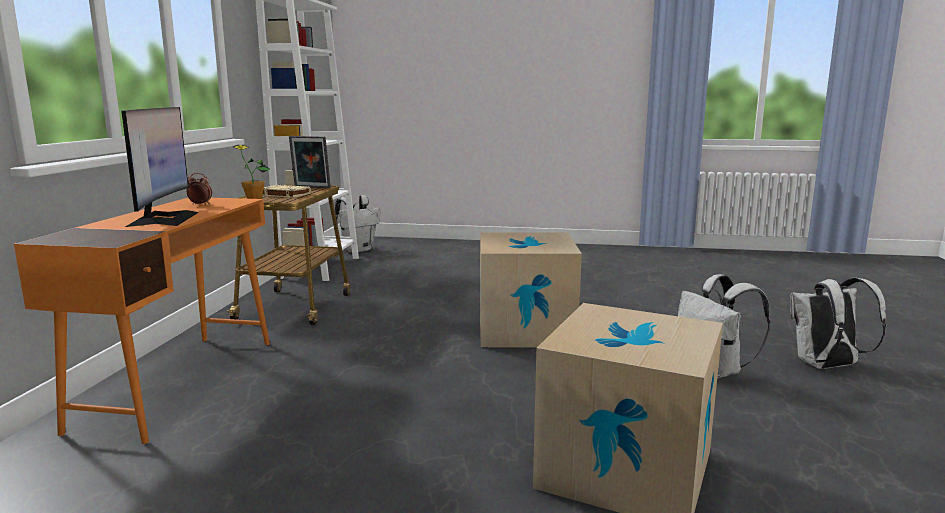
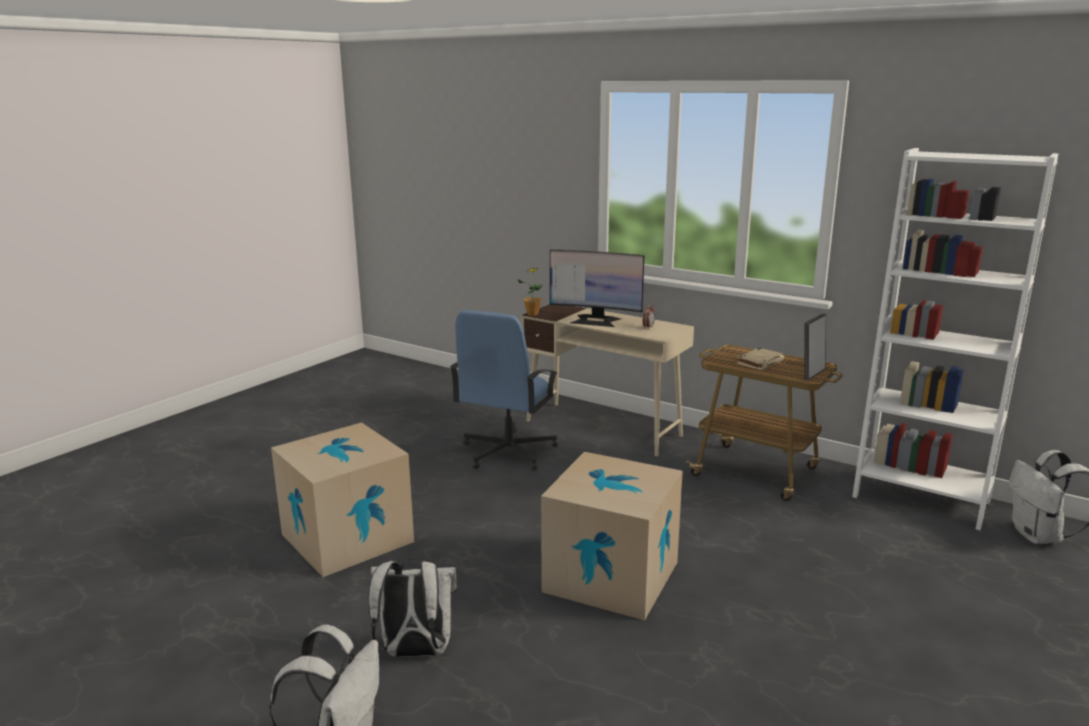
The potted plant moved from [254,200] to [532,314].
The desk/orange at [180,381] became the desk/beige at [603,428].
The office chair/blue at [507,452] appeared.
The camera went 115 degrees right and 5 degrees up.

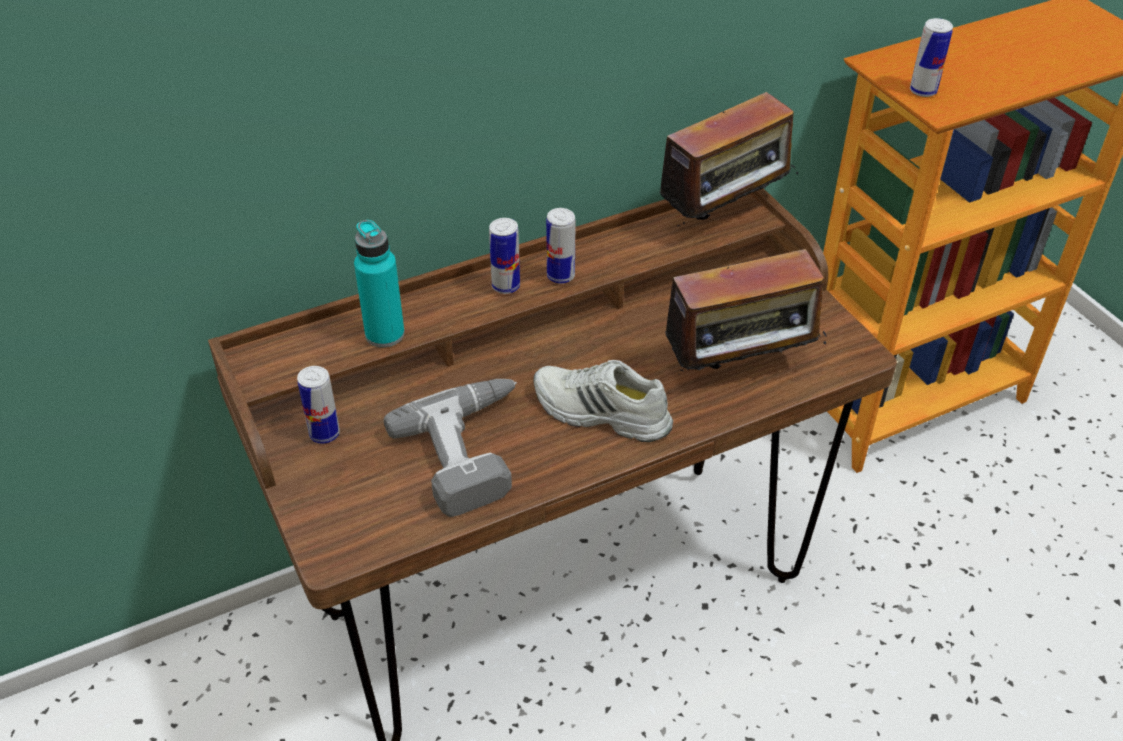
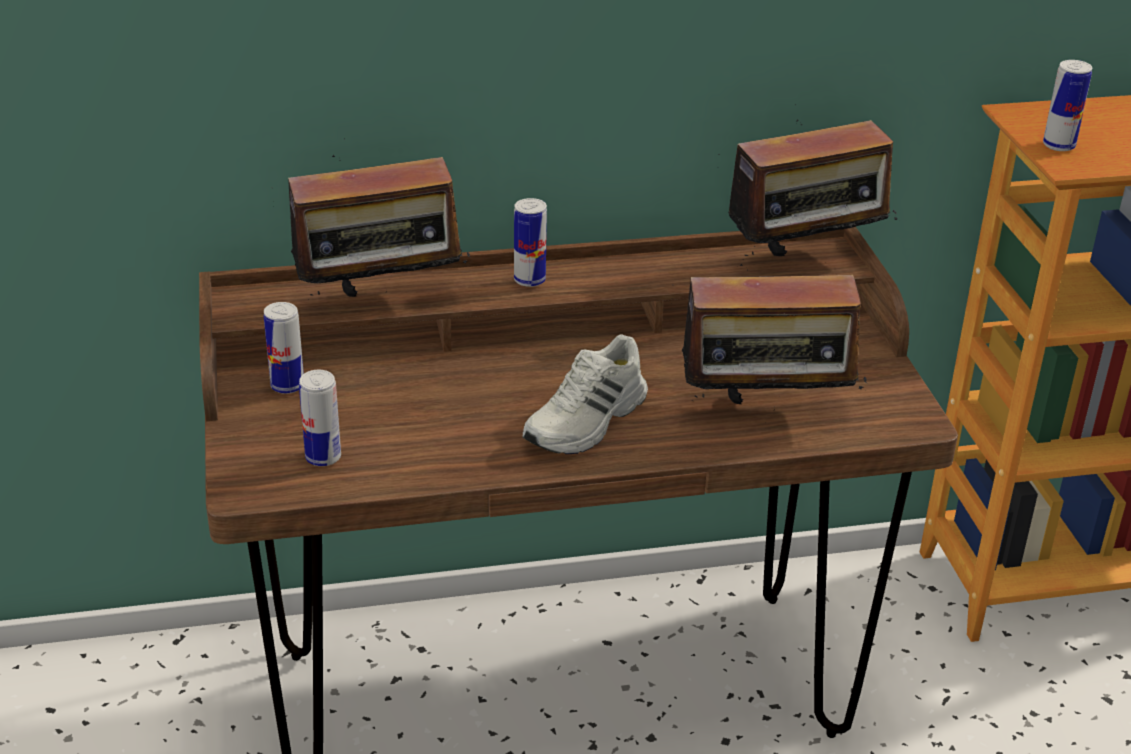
The can moved from [560,276] to [323,457].
The bottle/turquoise at [385,334] was replaced by the radio at [381,300].
The shoe/white at [600,413] turned 90 degrees counterclockwise.
The power drill at [474,452] disappeared.
The camera went 15 degrees right and 10 degrees down.

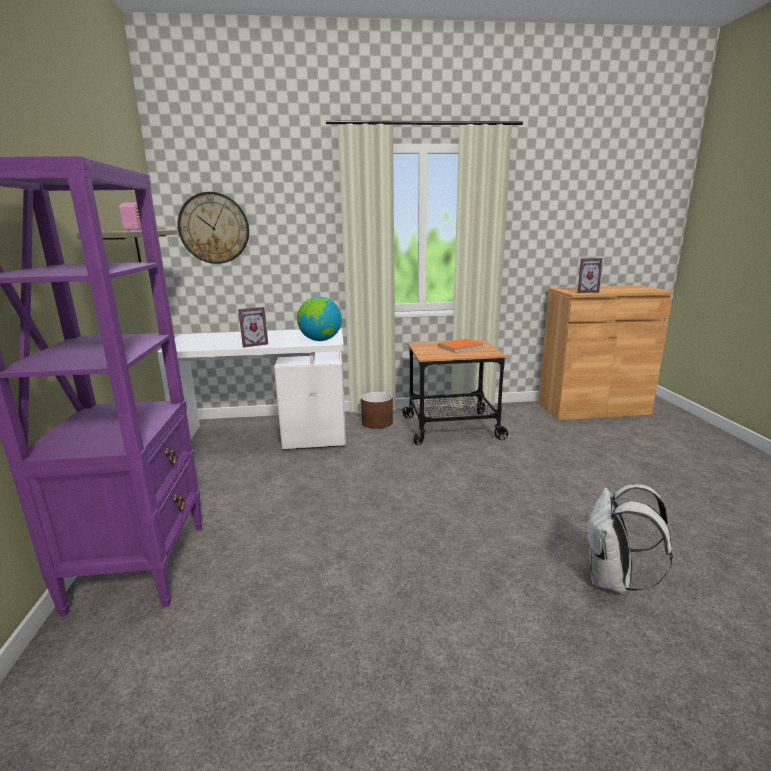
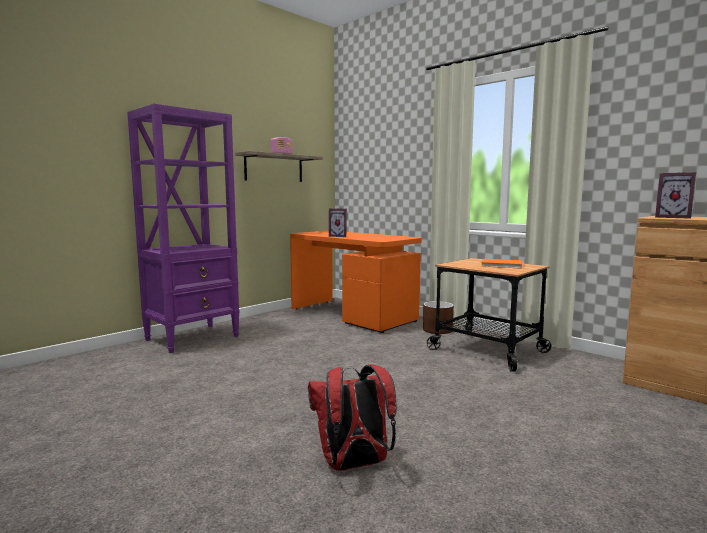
The wall clock at [214,228] disappeared.
The globe at [320,340] disappeared.
The desk/white at [268,437] became the desk/orange at [353,315].
The backpack/white at [612,580] became the backpack/red at [353,465].
The camera went 50 degrees right and 10 degrees down.

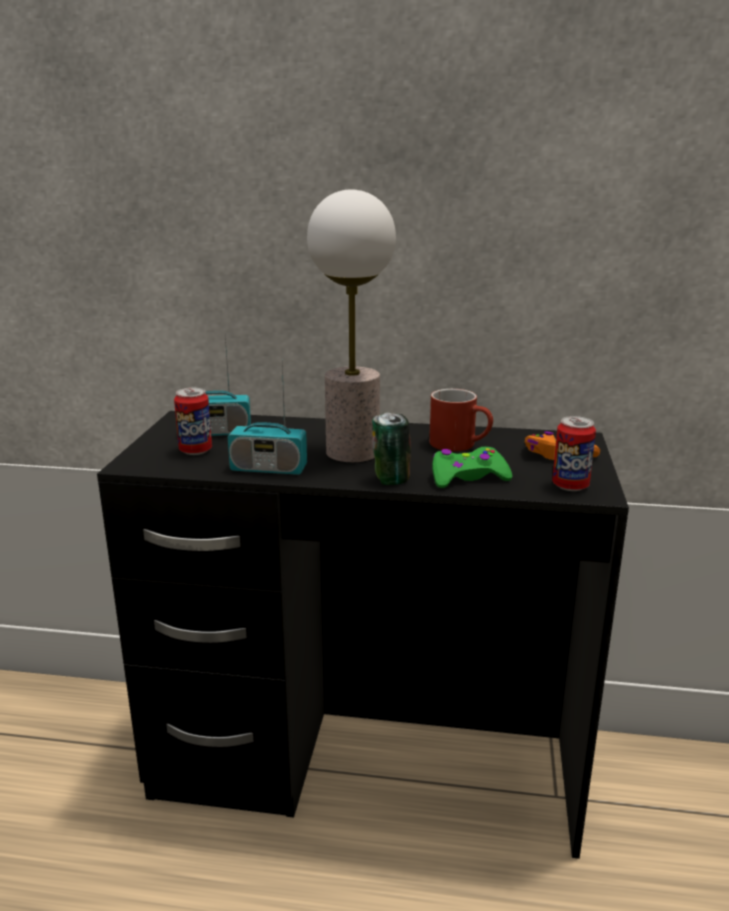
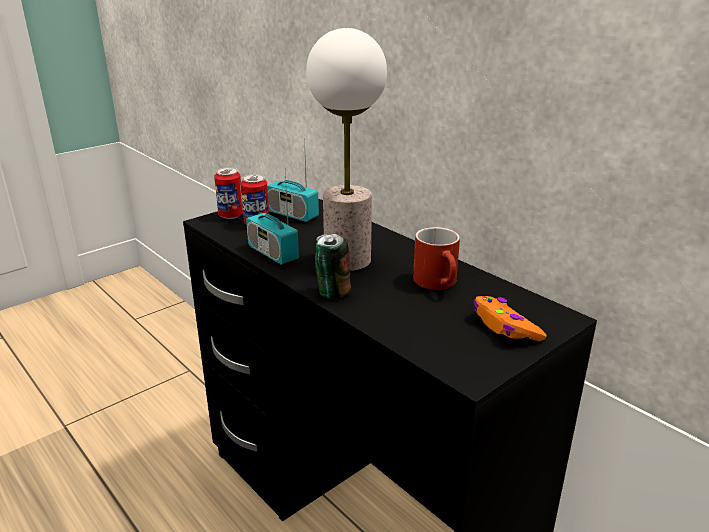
The can moved from [570,486] to [231,215].
The game controller/green at [468,477] disappeared.
The camera went 40 degrees right and 5 degrees up.

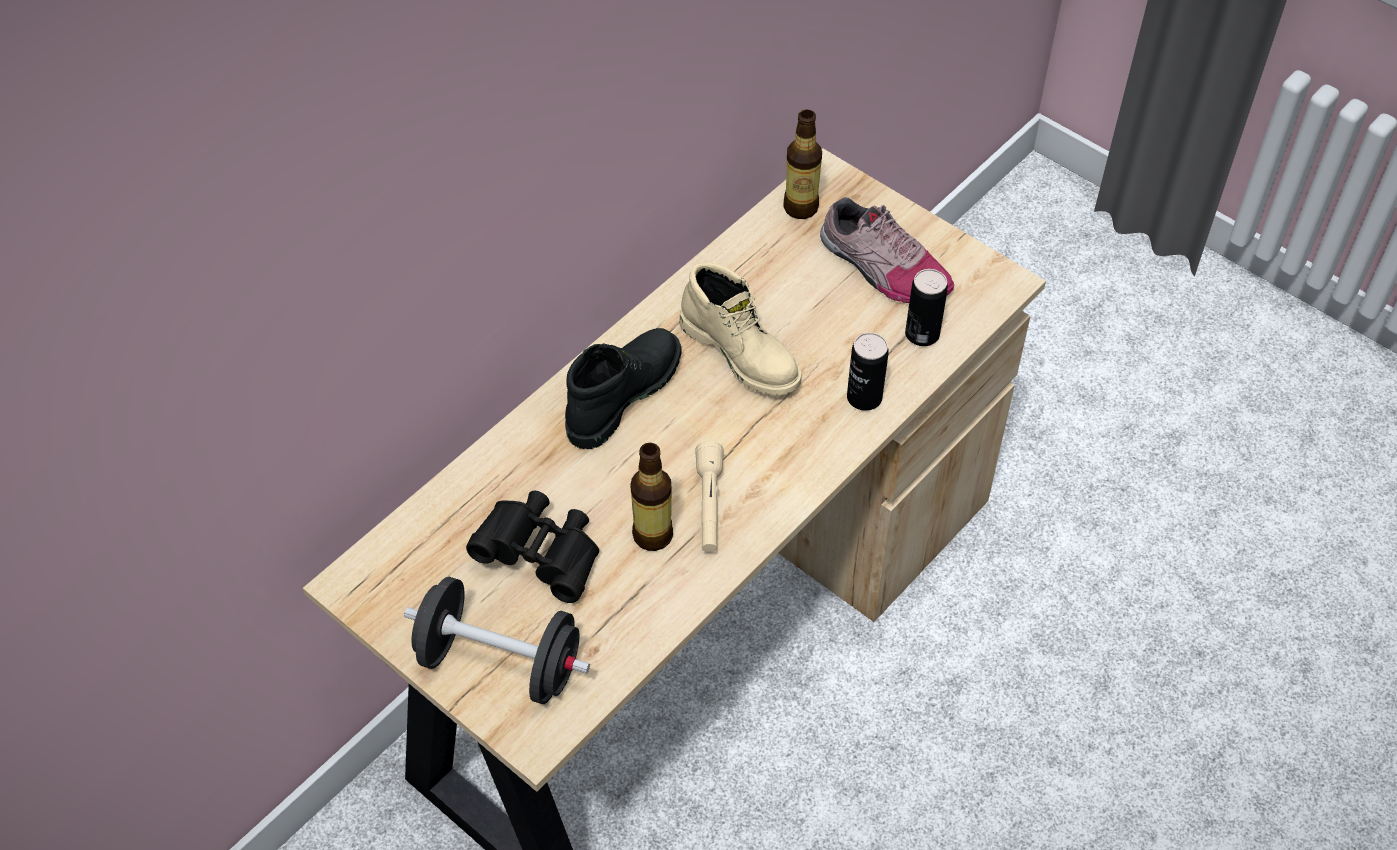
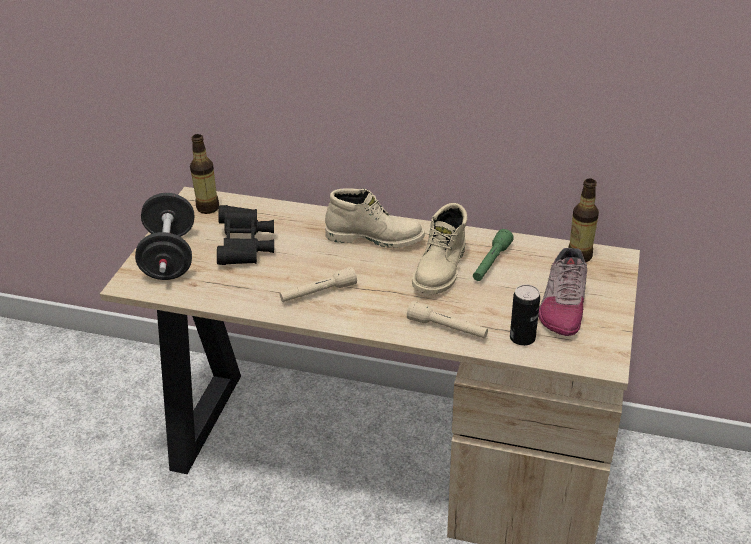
The boot/black at [621,394] became the boot/beige at [375,237].
The can at [864,398] was replaced by the flashlight/beige at [447,328].
The bottle moved from [652,535] to [208,208].
The flashlight/green at [491,263] appeared.
The camera went 65 degrees right and 15 degrees down.

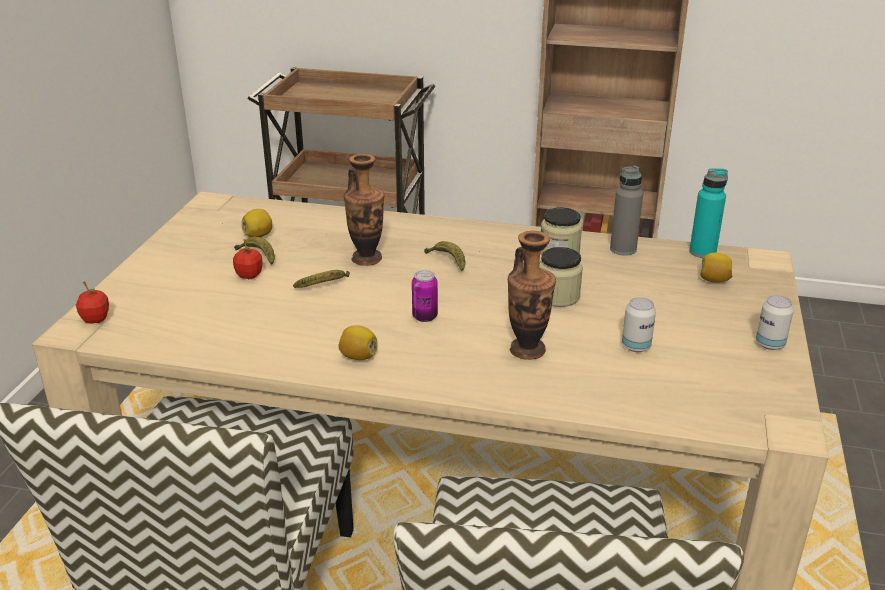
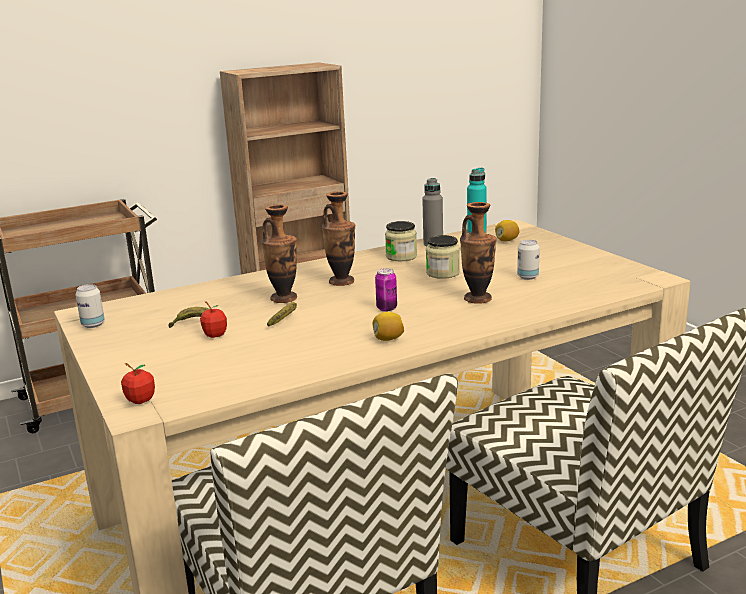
The lemon at [258,235] disappeared.
The banana at [447,261] was replaced by the vase at [341,281].
The can moved from [770,344] to [93,324].
The camera went 40 degrees left and 10 degrees down.

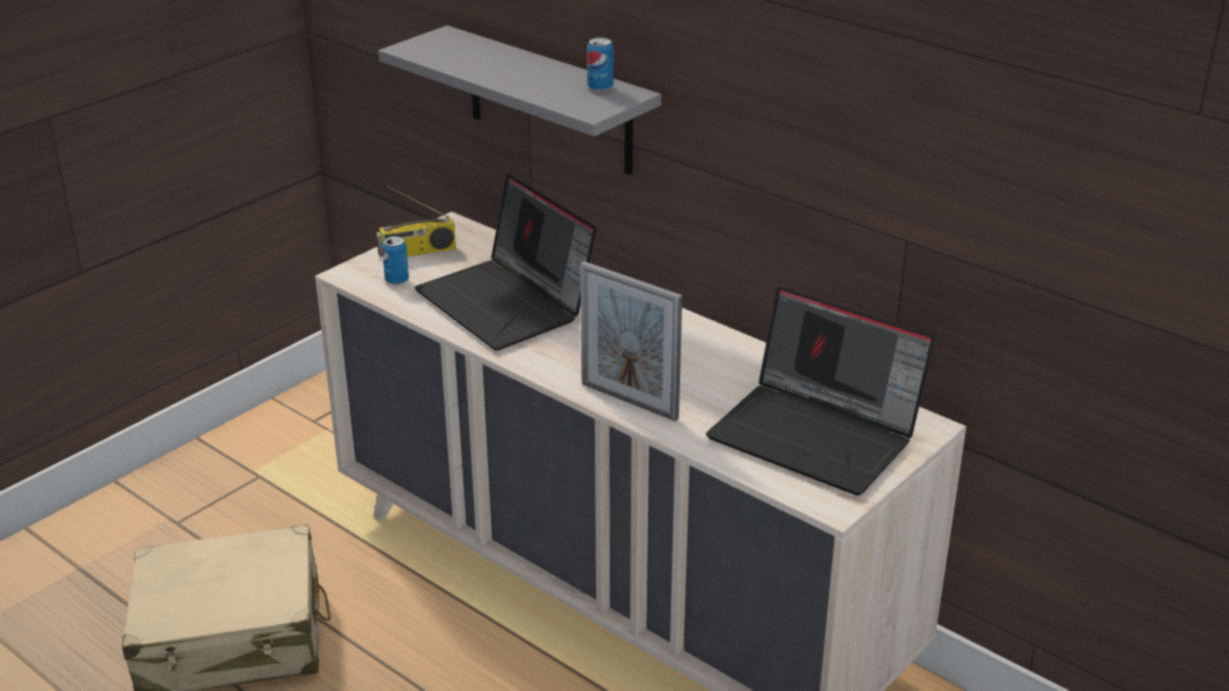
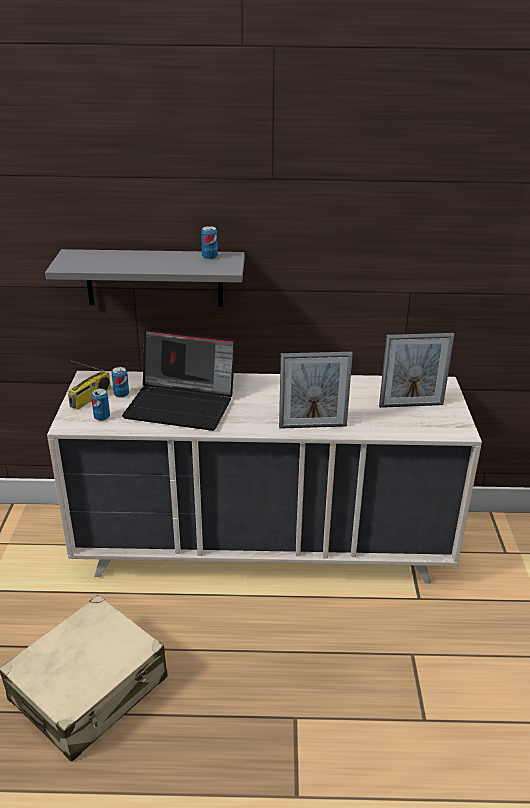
The laptop at [818,435] was replaced by the picture frame at [411,405].
The can at [121,394] appeared.
The camera went 40 degrees left and 0 degrees up.

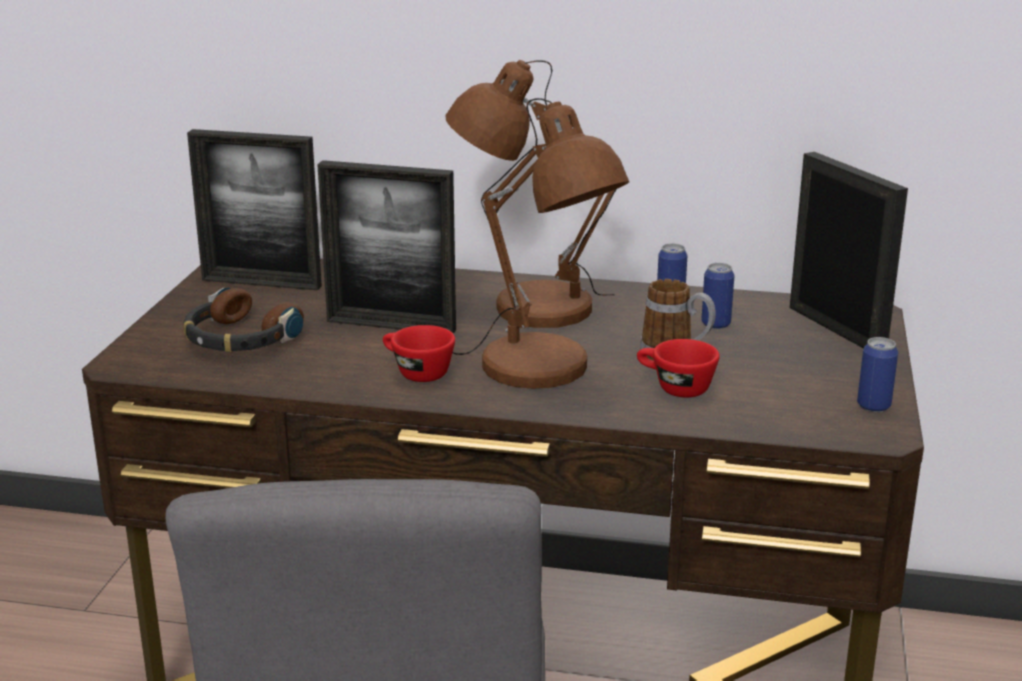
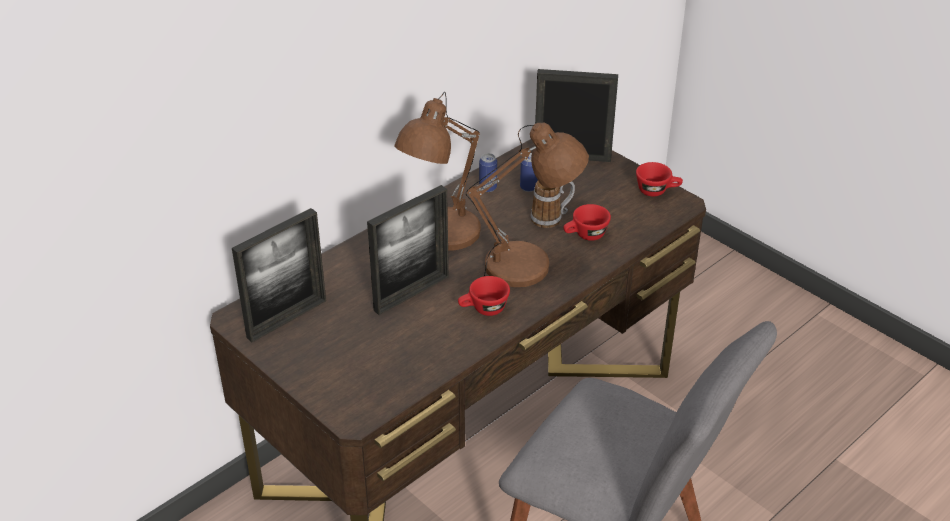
The headphones at [239,338] disappeared.
The can at [873,406] was replaced by the cup/red at [657,191].
The camera went 55 degrees left and 15 degrees up.

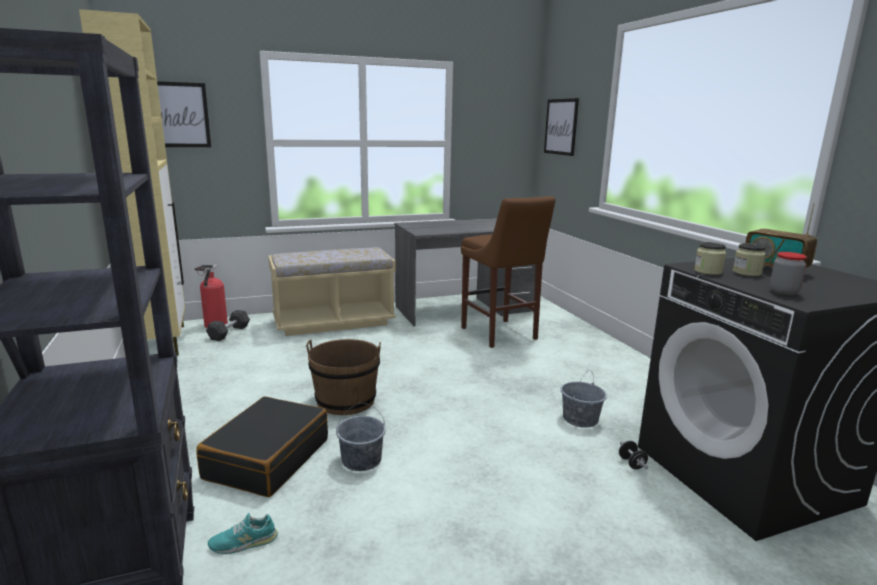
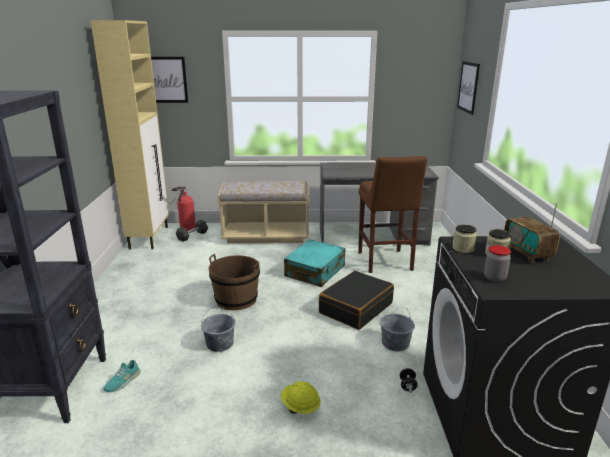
The suitcase/black moved from [267,458] to [355,308].
The shoe/turquoise at [243,542] turned 60 degrees counterclockwise.
The suitcase/turquoise at [315,271] appeared.
The hard hat/yellow at [300,407] appeared.
The camera went 20 degrees right and 5 degrees up.

